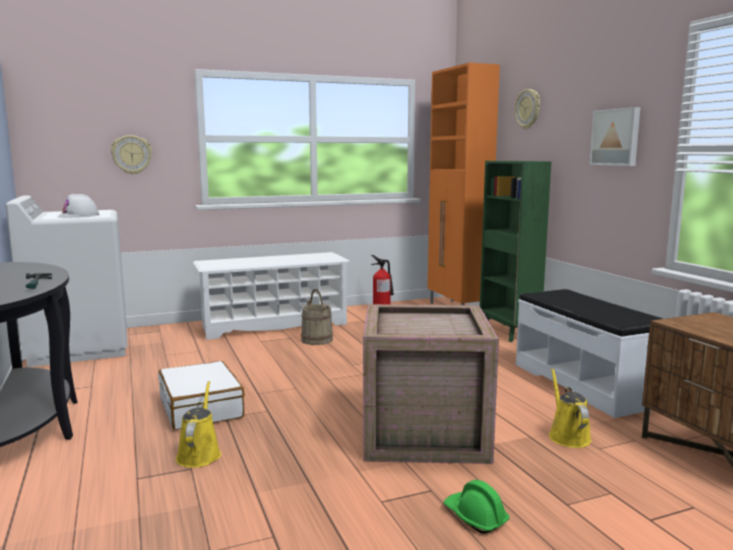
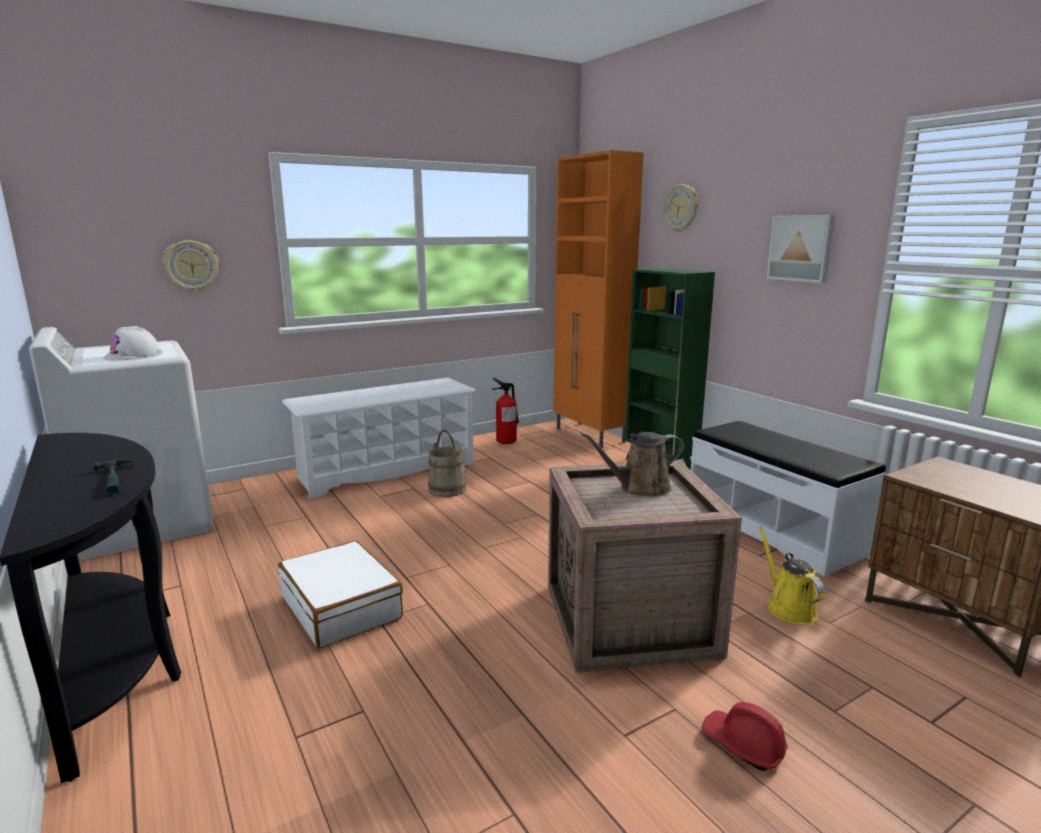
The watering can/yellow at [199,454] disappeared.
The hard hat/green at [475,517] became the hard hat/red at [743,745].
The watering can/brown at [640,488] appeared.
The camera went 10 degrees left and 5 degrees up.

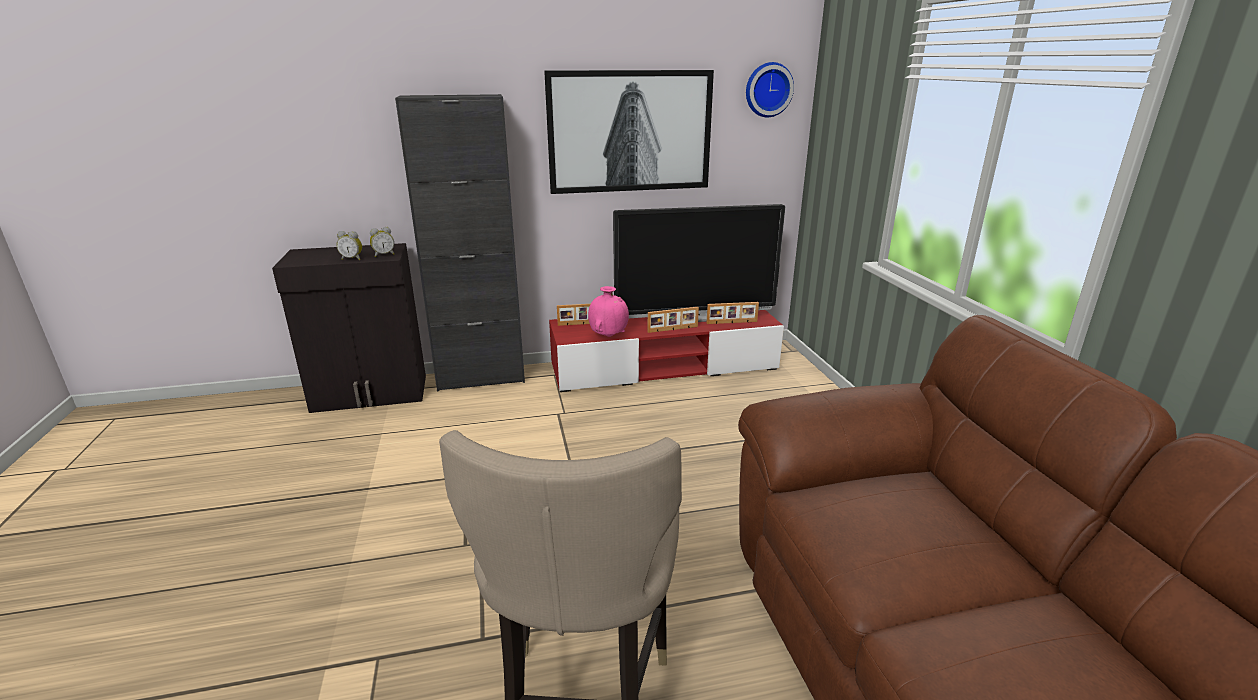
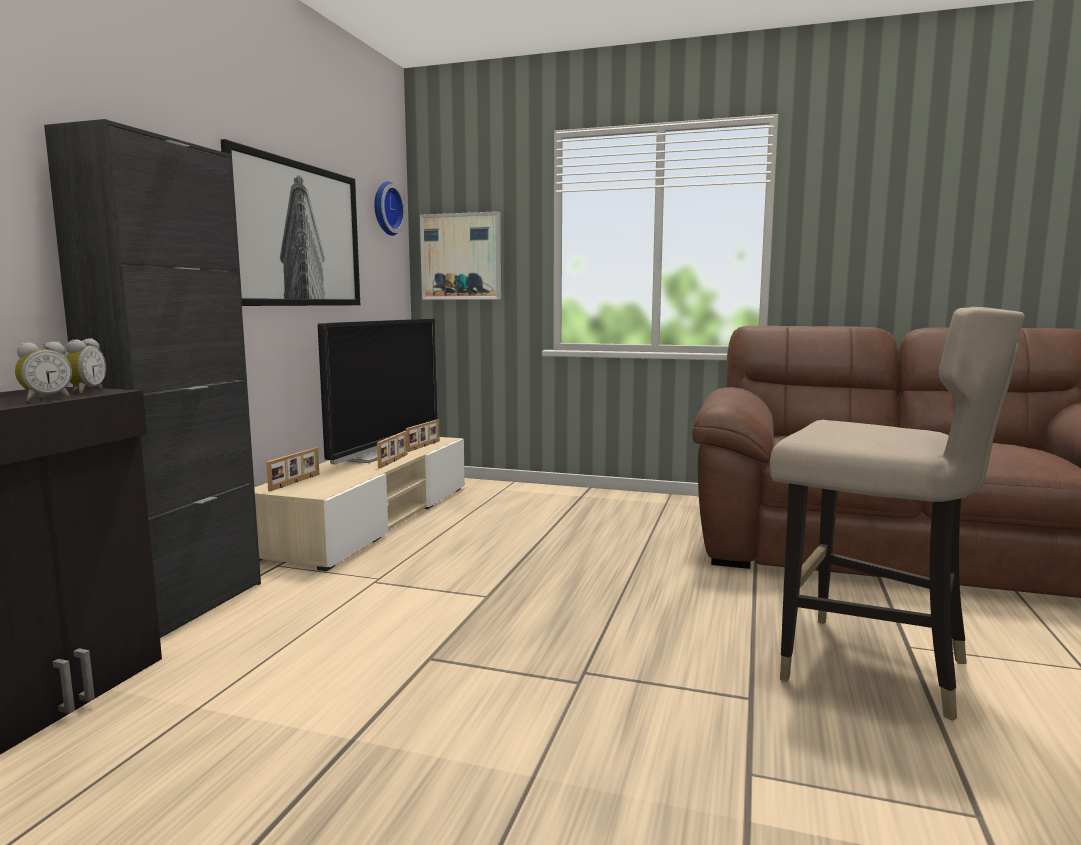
The vase/pink at [608,336] disappeared.
The tv stand/red at [664,367] became the tv stand/beige at [373,519].
The picture at [461,257] appeared.
The camera went 60 degrees left and 15 degrees down.

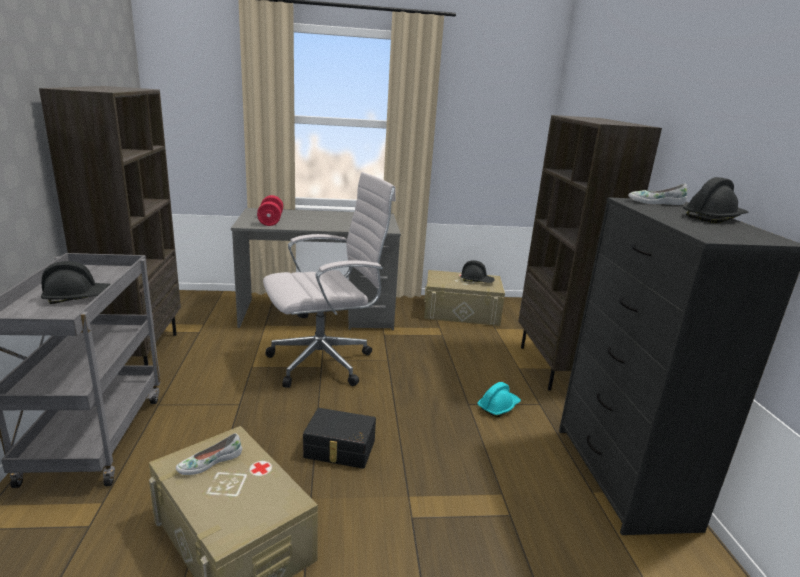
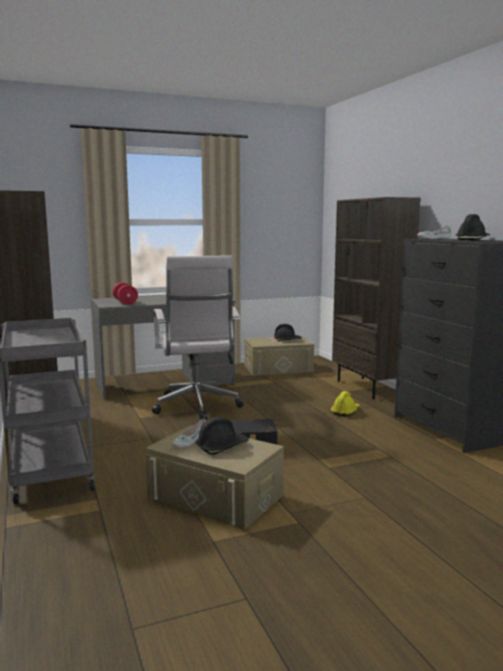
The office chair/white at [325,362] turned 120 degrees clockwise.
The hard hat/black moved from [78,297] to [222,447].
The hard hat/turquoise at [498,406] became the hard hat/yellow at [345,411].
The camera went 15 degrees left and 10 degrees down.

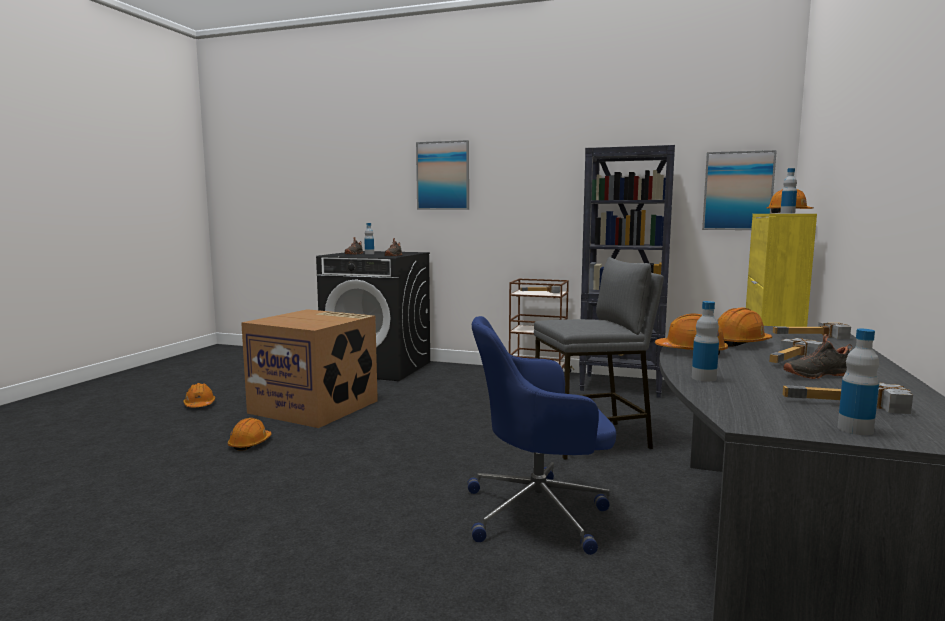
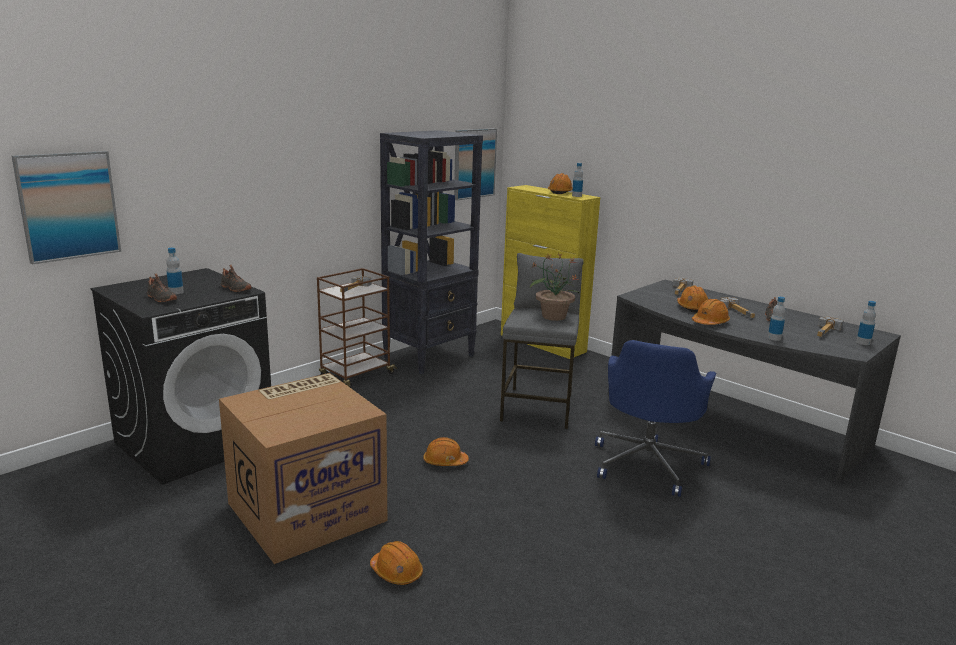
The picture moved from [443,176] to [68,206].
The hard hat/orange moved from [199,405] to [445,462].
The potted plant at [553,316] appeared.
The camera went 65 degrees left and 10 degrees up.

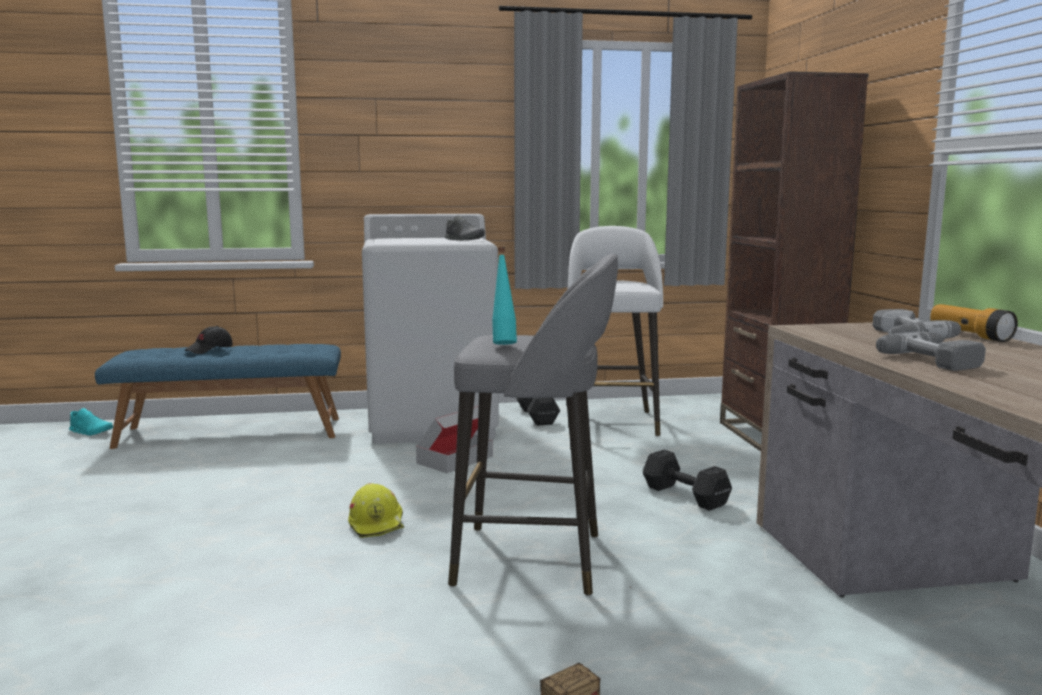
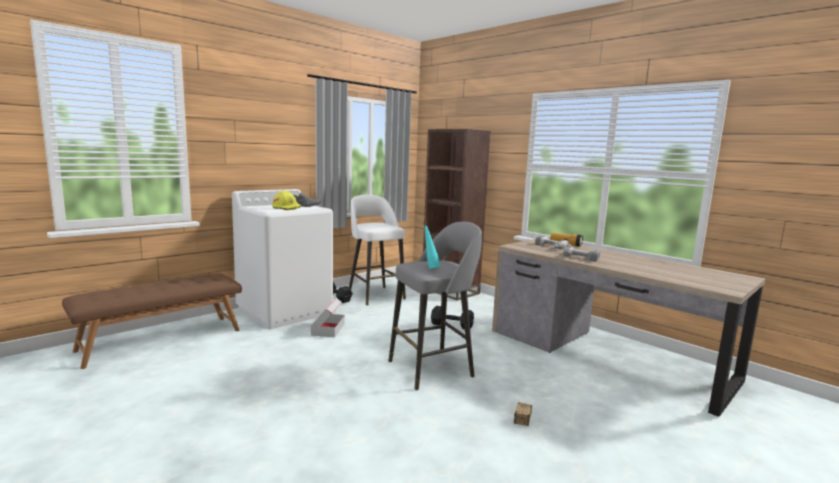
The cap/black at [209,350] disappeared.
The bench/blue at [231,432] became the bench/brown at [161,339].
The shoe/turquoise at [91,432] disappeared.
The hard hat/yellow moved from [377,524] to [286,208].
The camera went 35 degrees left and 0 degrees up.

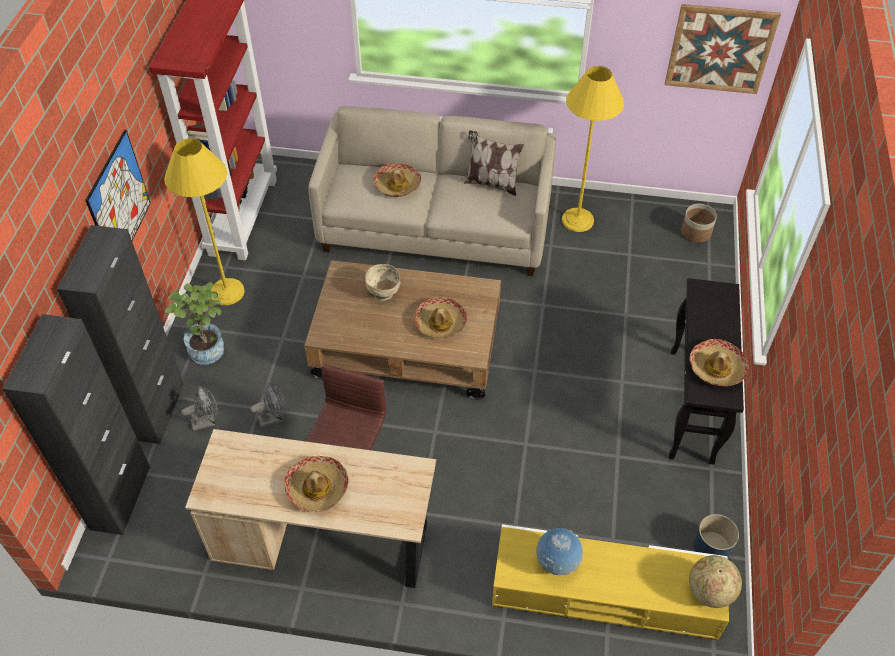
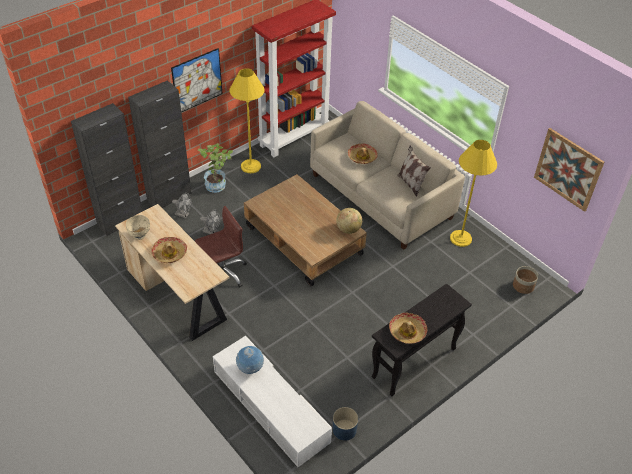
The bowl/beige moved from [384,294] to [140,236].
The hat at [440,323] disappeared.
The tv stand/yellow at [605,592] became the tv stand/white at [271,407].
The globe moved from [709,591] to [348,229].
The camera went 40 degrees right and 5 degrees down.

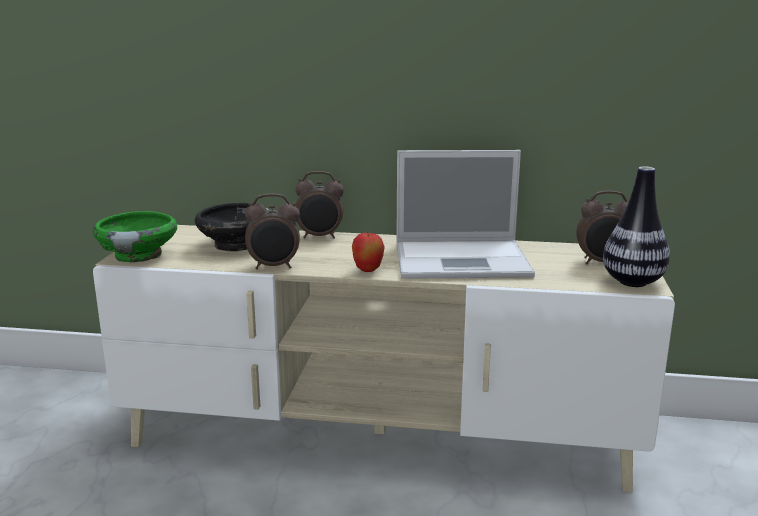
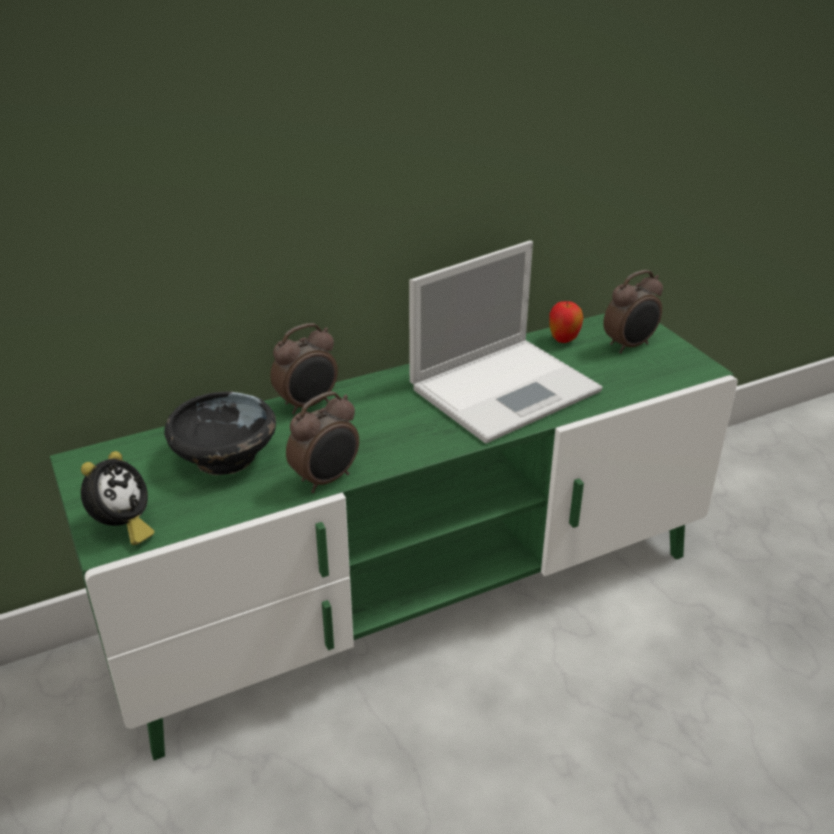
The vase at [633,282] disappeared.
The bowl/green at [139,255] was replaced by the alarm clock at [122,528].
The tv stand/beige at [379,434] became the tv stand/green at [416,599].
The apple moved from [368,270] to [563,340].
The camera went 35 degrees left and 15 degrees up.

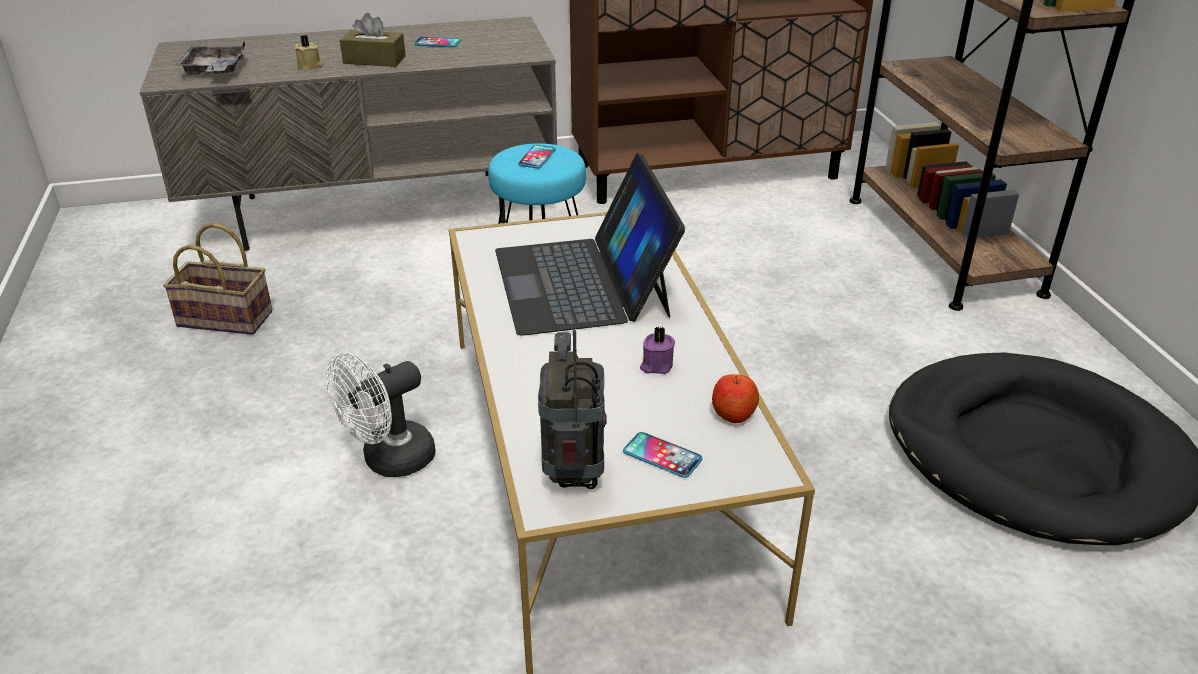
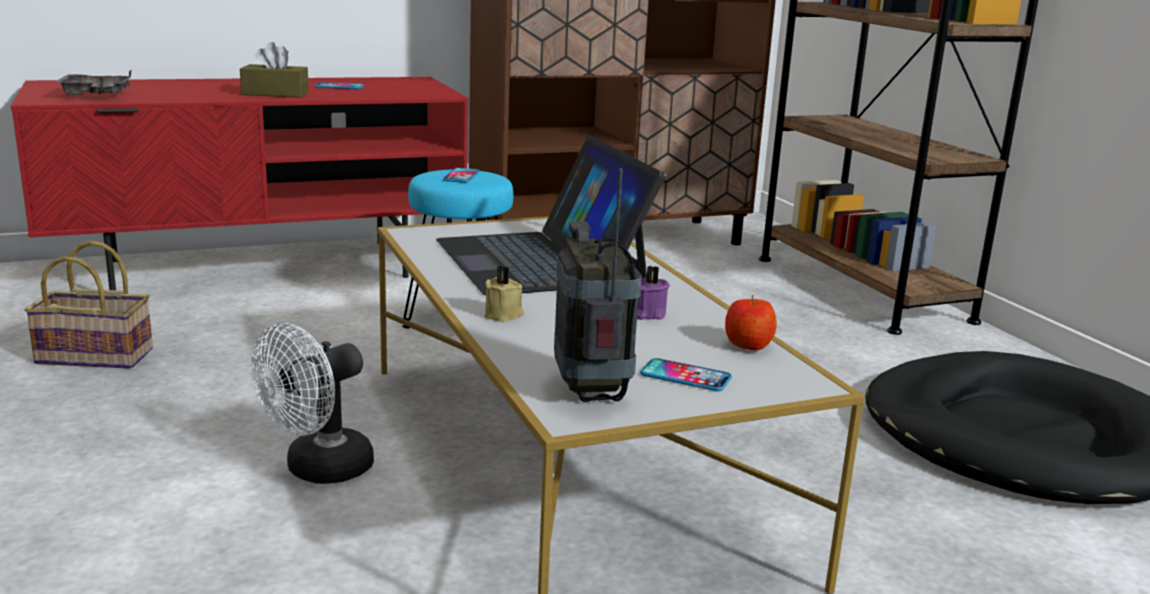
The tv stand/grey at [377,208] became the tv stand/red at [262,268].
The candle/beige moved from [310,66] to [504,315].
The camera went 10 degrees left and 15 degrees down.

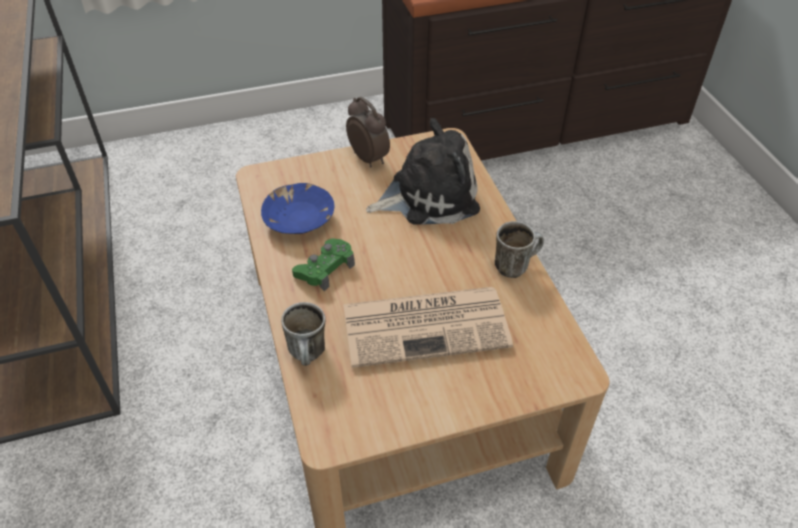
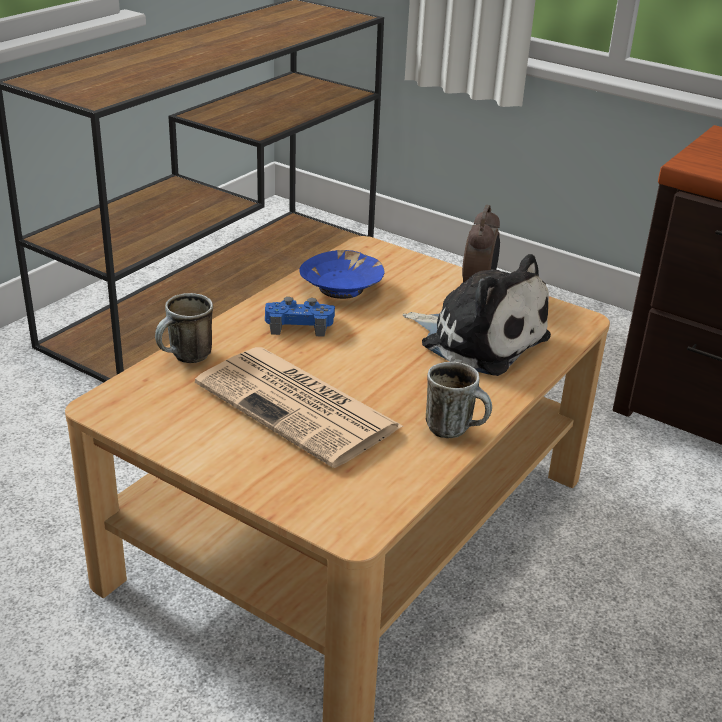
The game controller/green at [325,269] became the game controller/blue at [299,324].
The camera went 50 degrees right and 15 degrees down.

